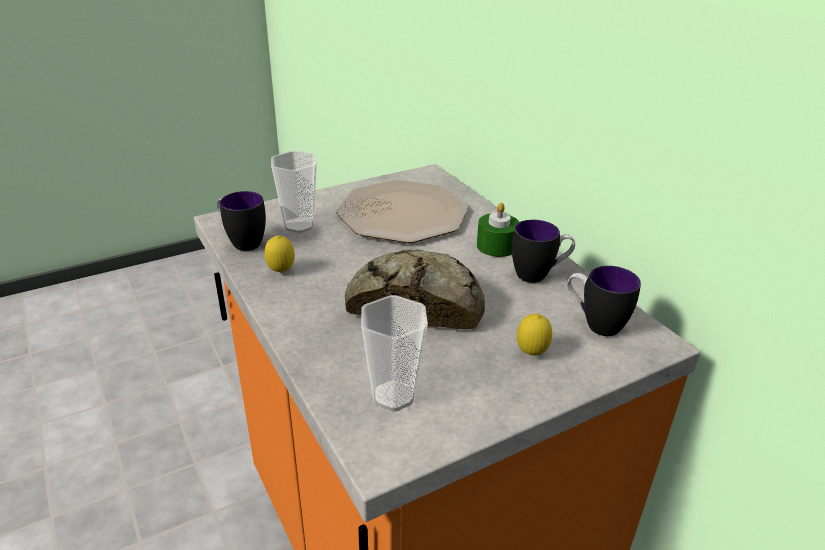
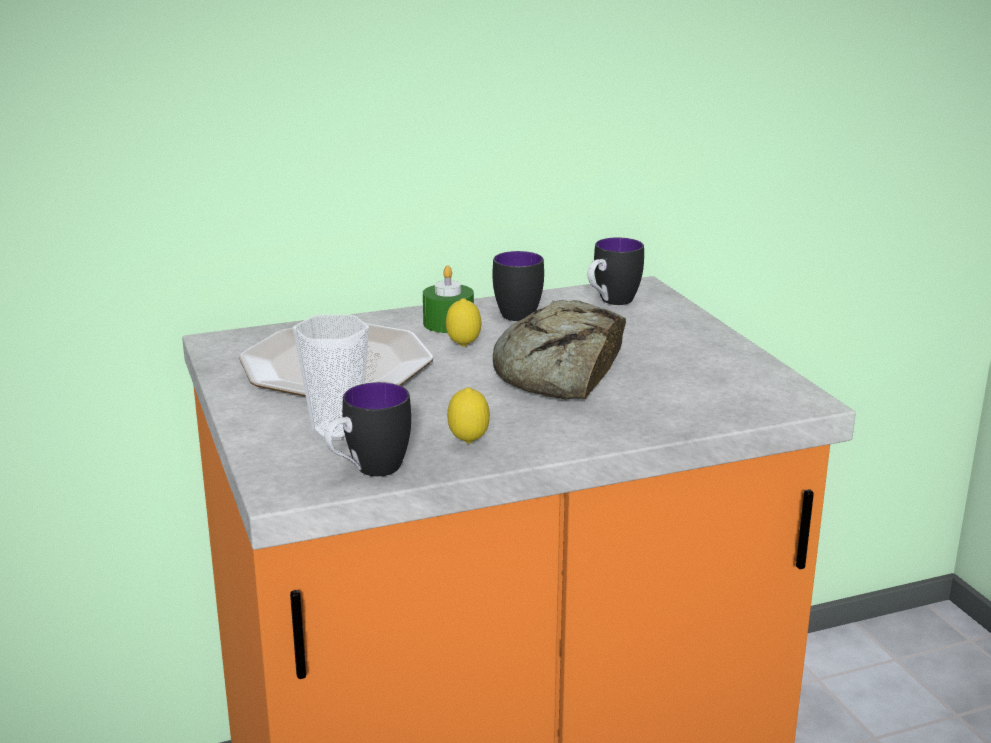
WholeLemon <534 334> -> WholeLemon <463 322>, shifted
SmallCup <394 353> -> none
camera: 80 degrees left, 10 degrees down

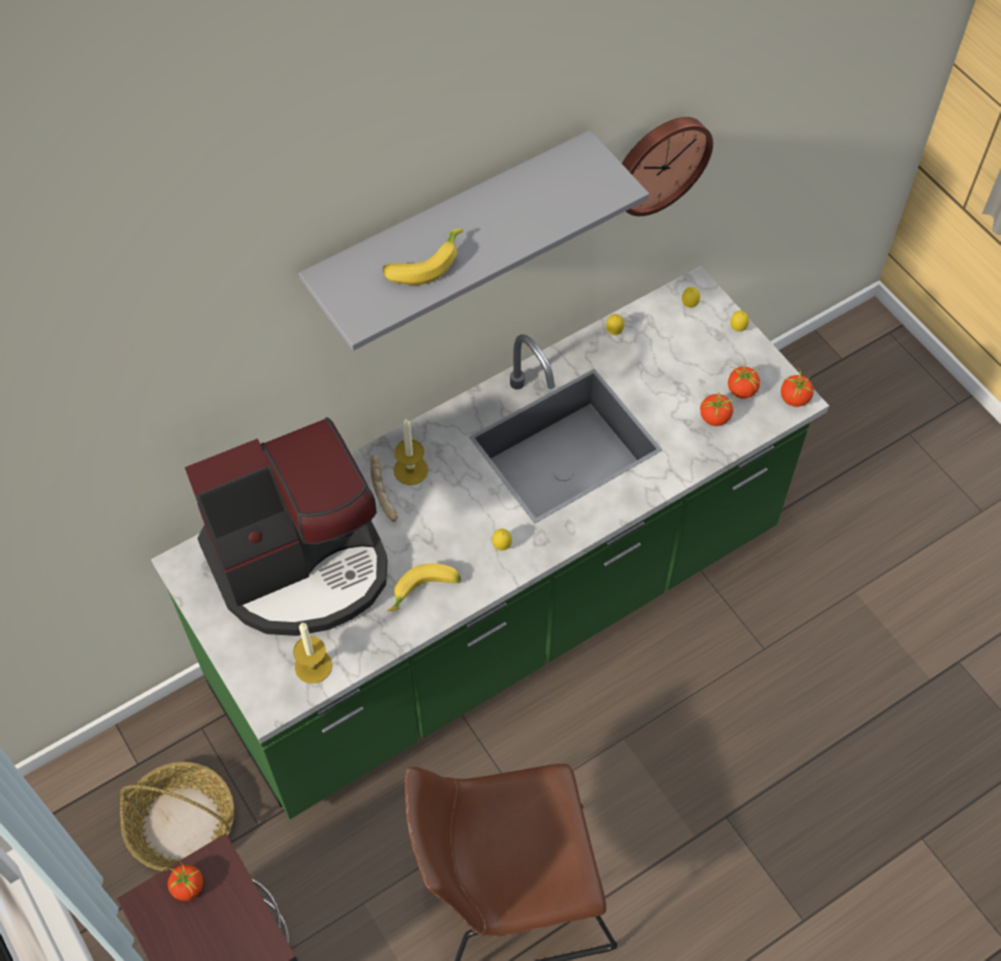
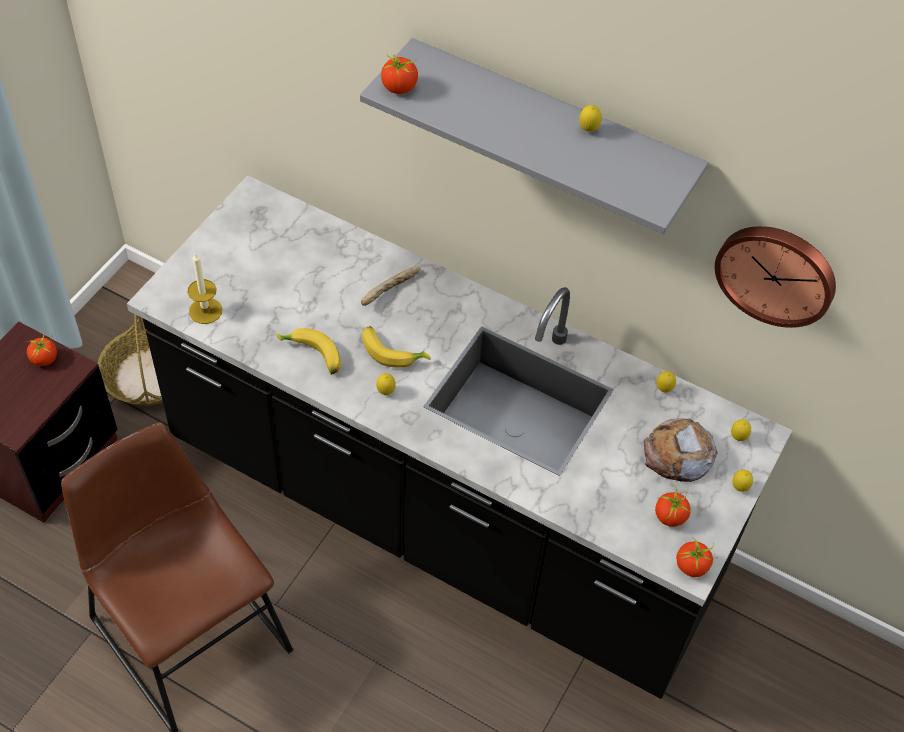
GreenishCounter <490 543> -> BlackColouredCounter <459 437>
BananaFruit <423 257> -> BananaFruit <396 347>, shifted
WholeTomato <718 408> -> WholeTomato <399 74>, shifted
none -> WholeLemon <590 118>
none -> Bread <681 450>
CoffeeBrewer <286 526> -> none
WaxLight <411 452> -> none
camera: 60 degrees right, 5 degrees down

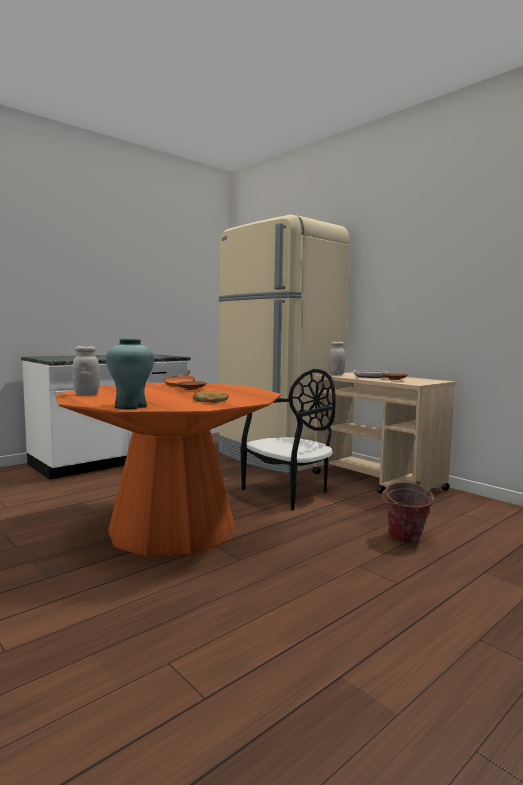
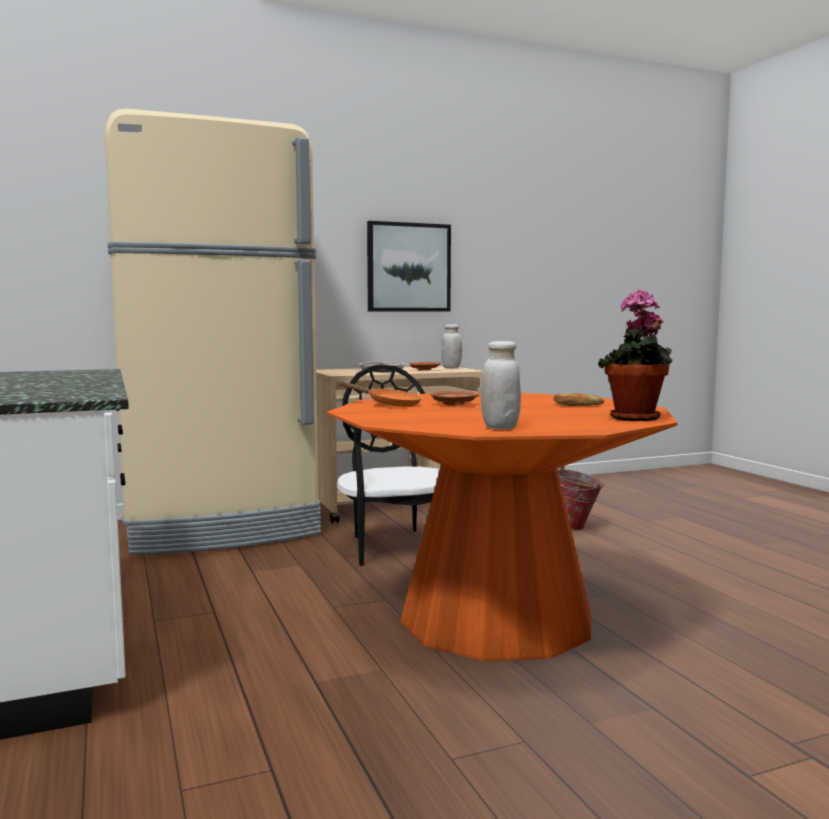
none -> WallPicture <409 266>
WhiteStorageJar <337 358> -> WhiteStorageJar <451 346>, shifted
TurquoiseColouredDecorativeVase <130 373> -> Houseplant <635 355>
camera: 70 degrees left, 0 degrees up

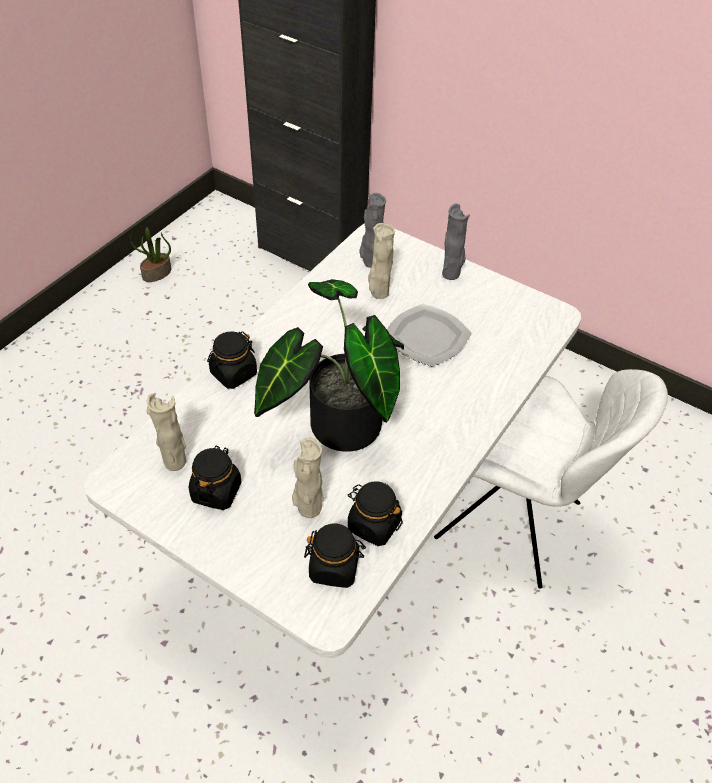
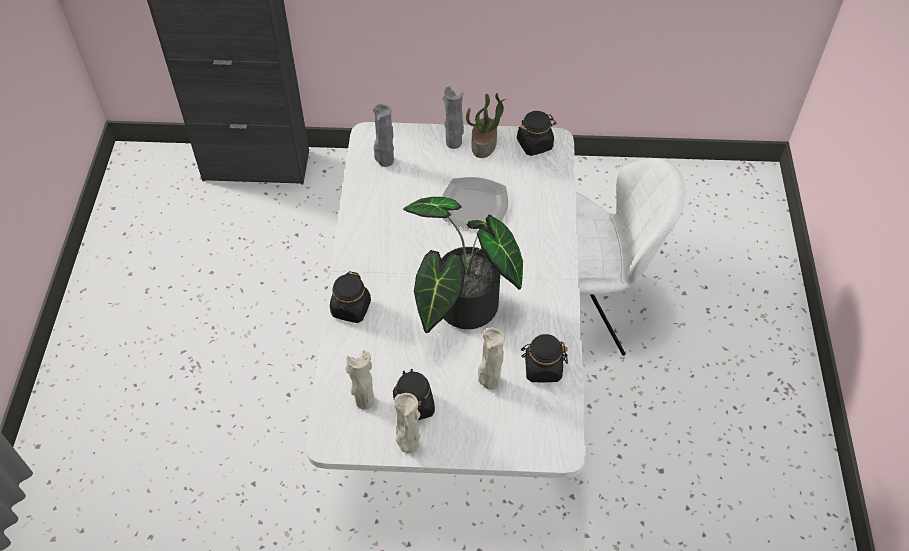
SandColouredDecorativeVase <381 261> -> SandColouredDecorativeVase <407 423>, shifted
Houseplant <150 254> -> Houseplant <486 125>, shifted
BlackColouredStorageJar <335 556> -> BlackColouredStorageJar <536 133>, shifted
camera: 30 degrees left, 5 degrees up

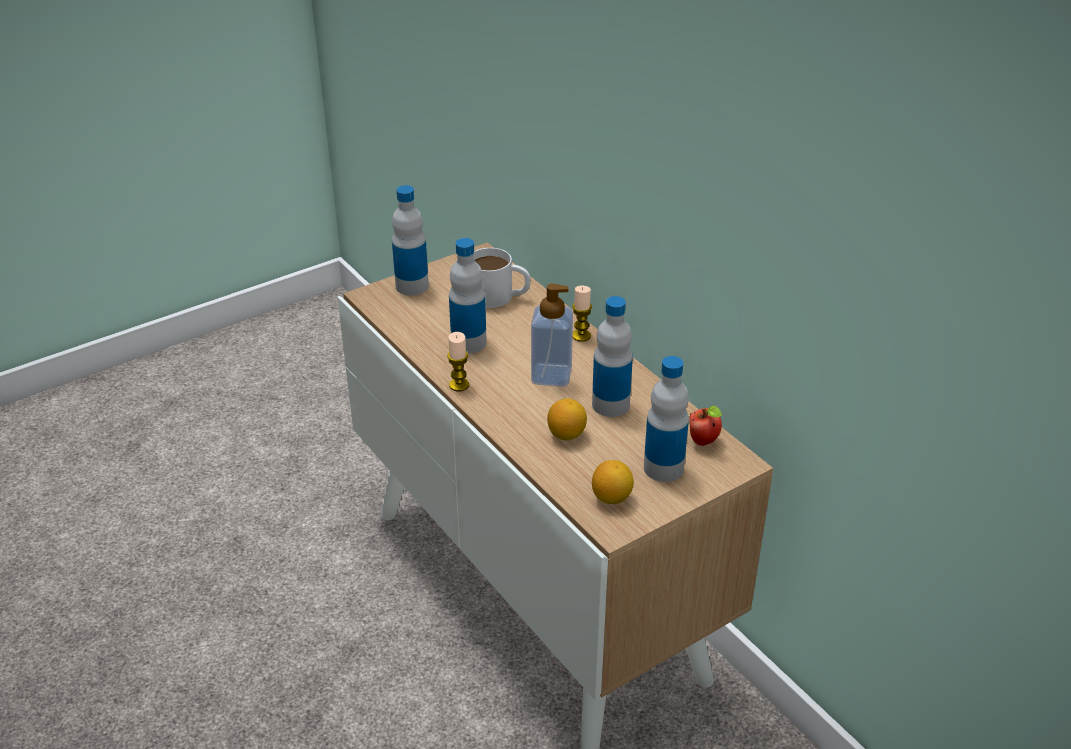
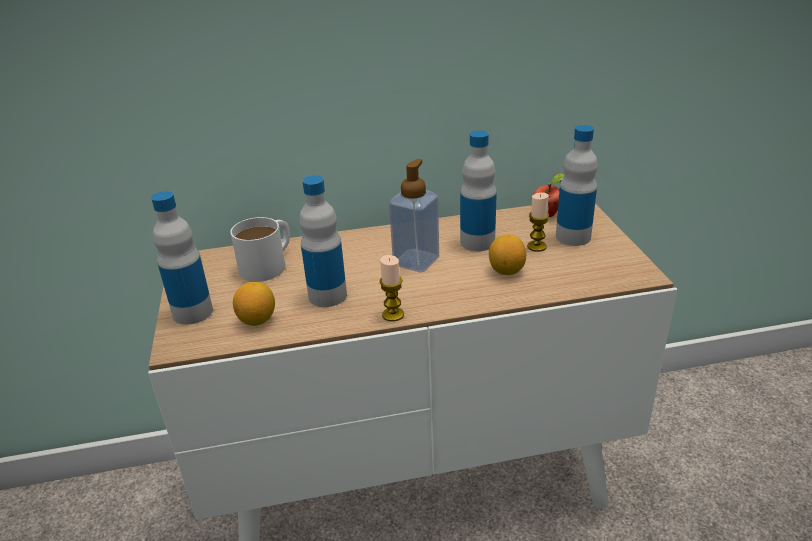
WholeLemon <613 482> -> WholeLemon <254 304>, shifted
WaxLight <582 314> -> WaxLight <538 222>, shifted
camera: 65 degrees left, 5 degrees down

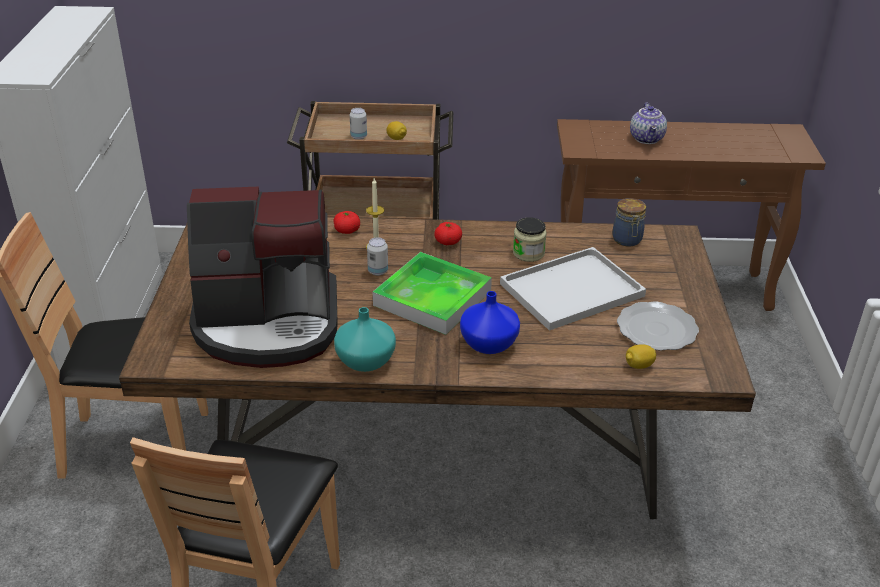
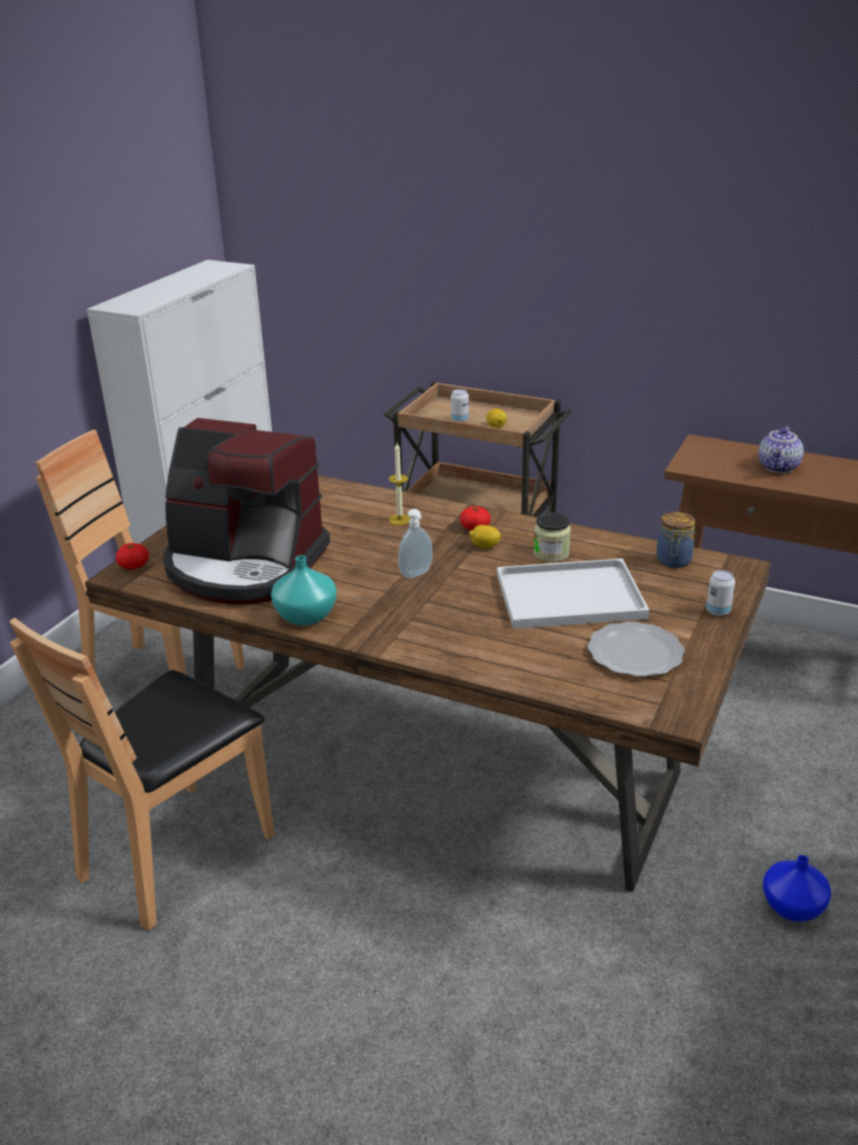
WholeTomato <346 222> -> WholeTomato <132 556>, shifted
Tray <432 293> -> SoapBottle <415 543>
WholeLemon <641 356> -> WholeLemon <485 536>, shifted
Can <377 257> -> Can <720 593>, shifted
BlueColouredDecorativeVase <490 322> -> BlueColouredDecorativeVase <797 888>, shifted
camera: 25 degrees right, 5 degrees down

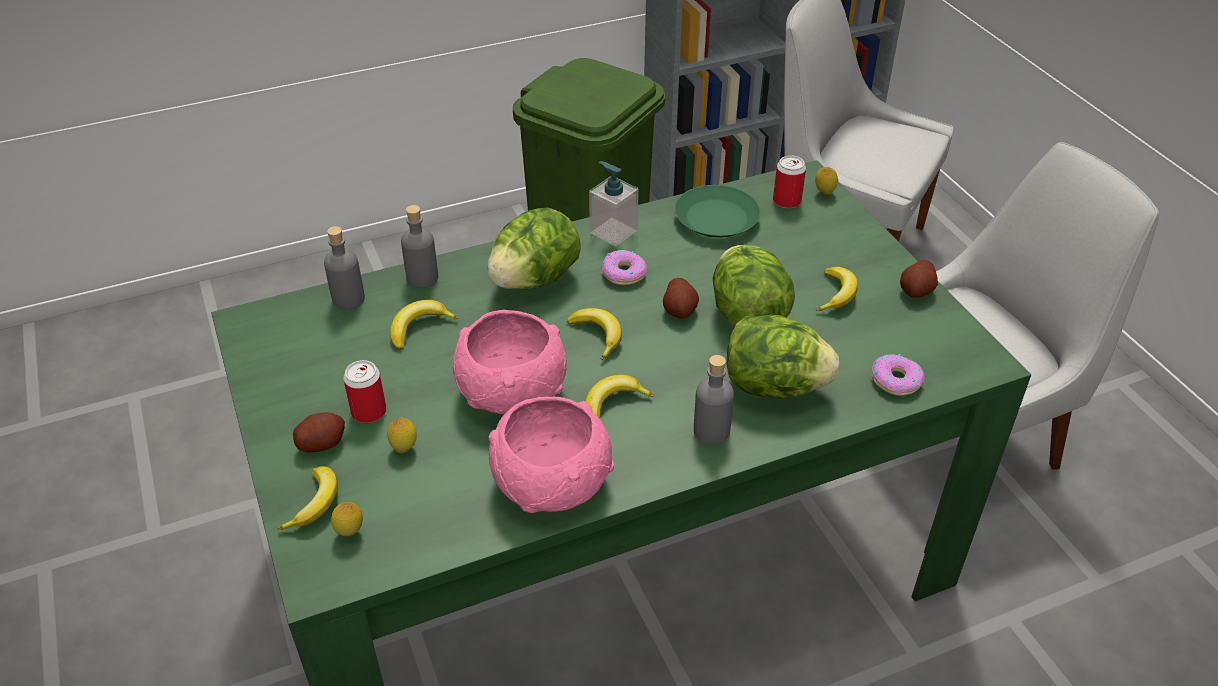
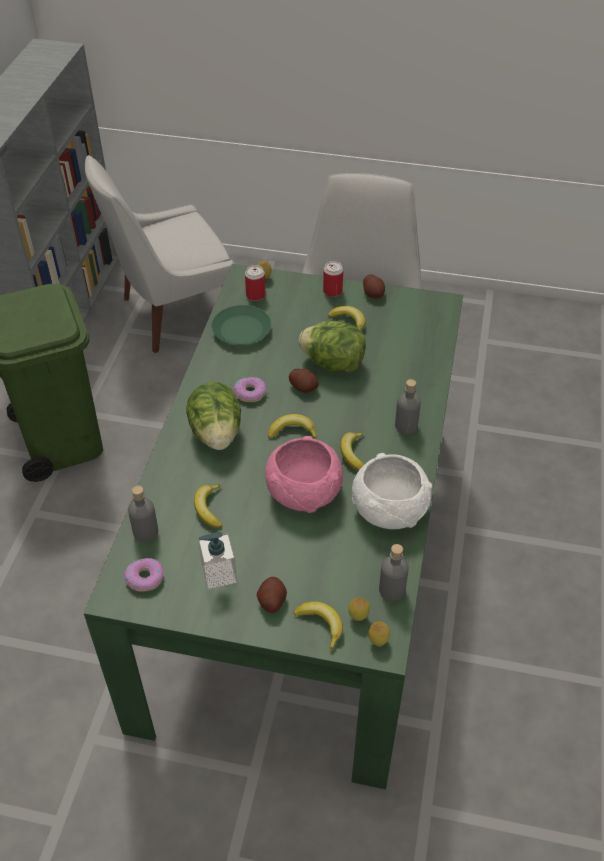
RingDoughnut <898 375> -> RingDoughnut <143 575>, shifted
SoapBottle <614 203> -> SoapBottle <217 560>, shifted
Can <364 391> -> Can <333 279>, shifted
PinkColouredDeepDish <551 455> -> WhiteDeepDish <392 491>
WholeLemon <402 435> -> WholeLemon <379 634>, shifted
GrayBottle <419 246> -> GrayBottle <394 572>, shifted
LettuceHead <783 356> -> none
camera: 55 degrees left, 5 degrees up

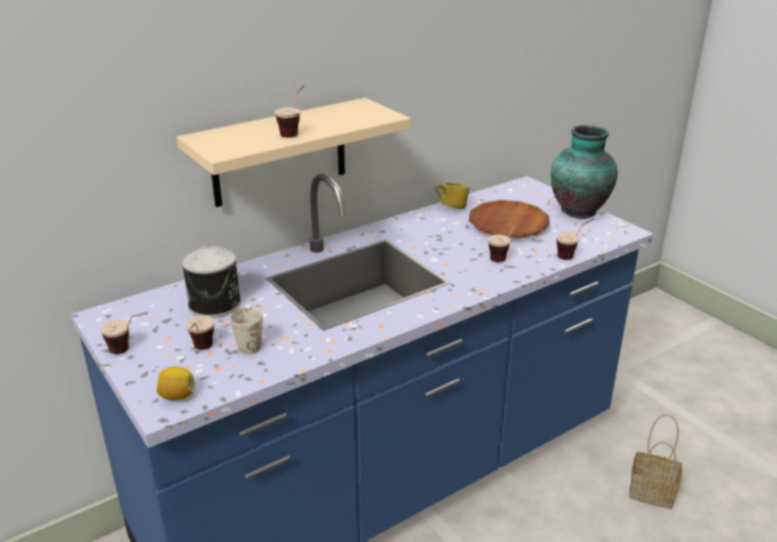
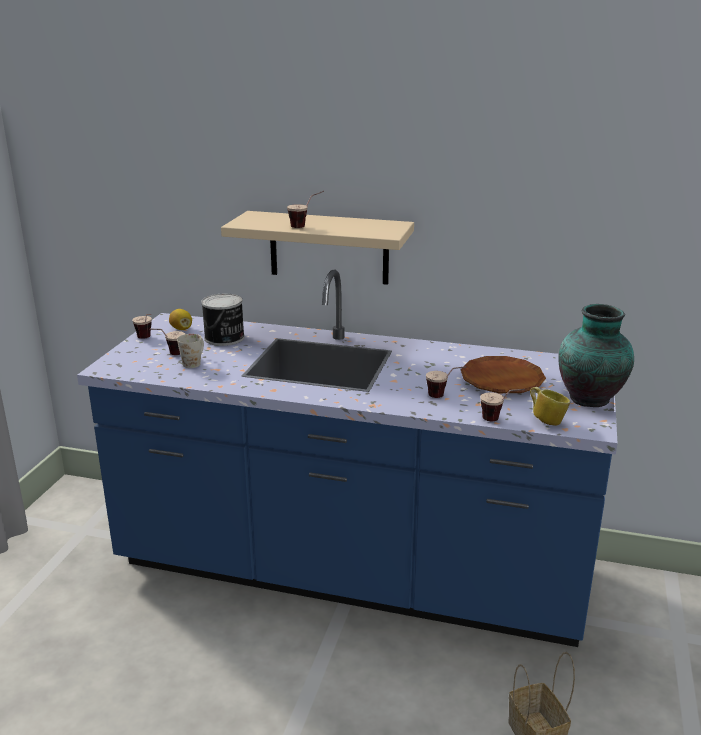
WholeLemon <176 383> -> WholeLemon <180 319>, shifted
Mug <452 196> -> Mug <550 406>, shifted
camera: 50 degrees right, 5 degrees down

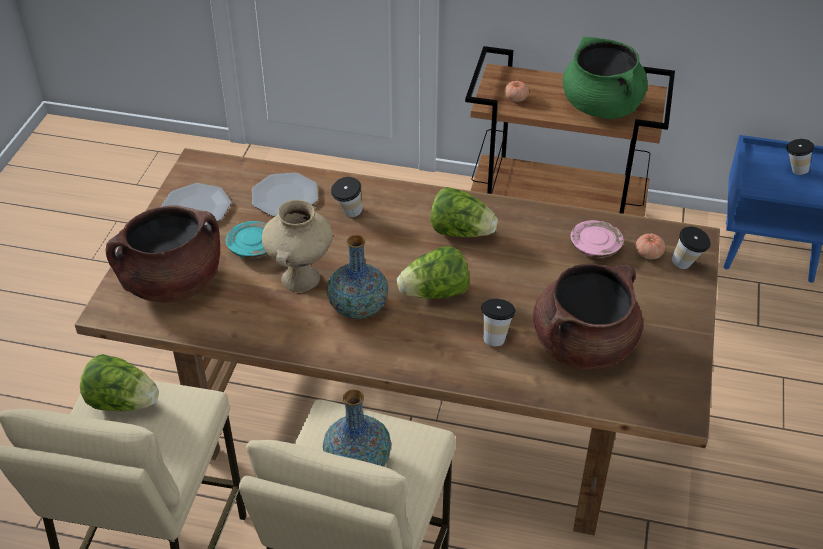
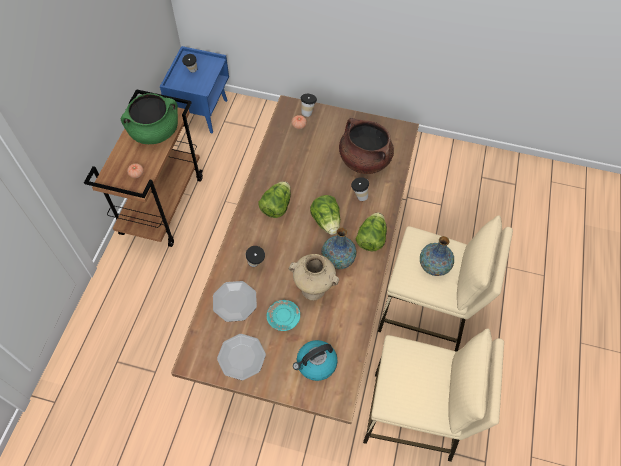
BrownishCookingPot <162 254> -> TeaKettle <315 360>
LettuceHead <119 382> -> LettuceHead <371 232>, shifted
PinkColouredDinnerPlate <597 239> -> none
camera: 90 degrees left, 15 degrees up

